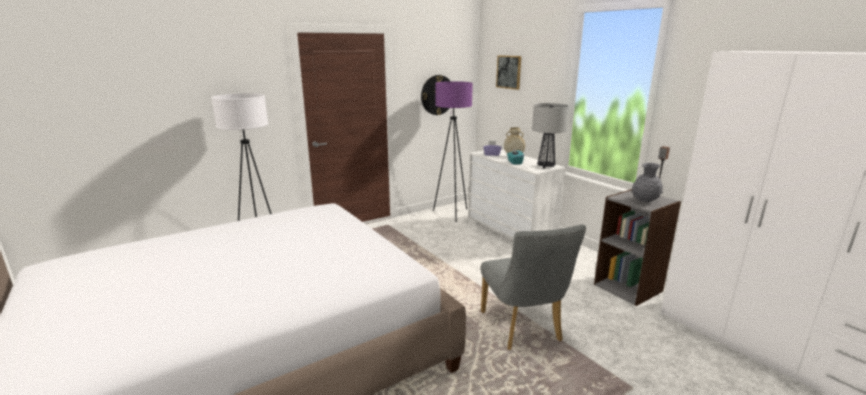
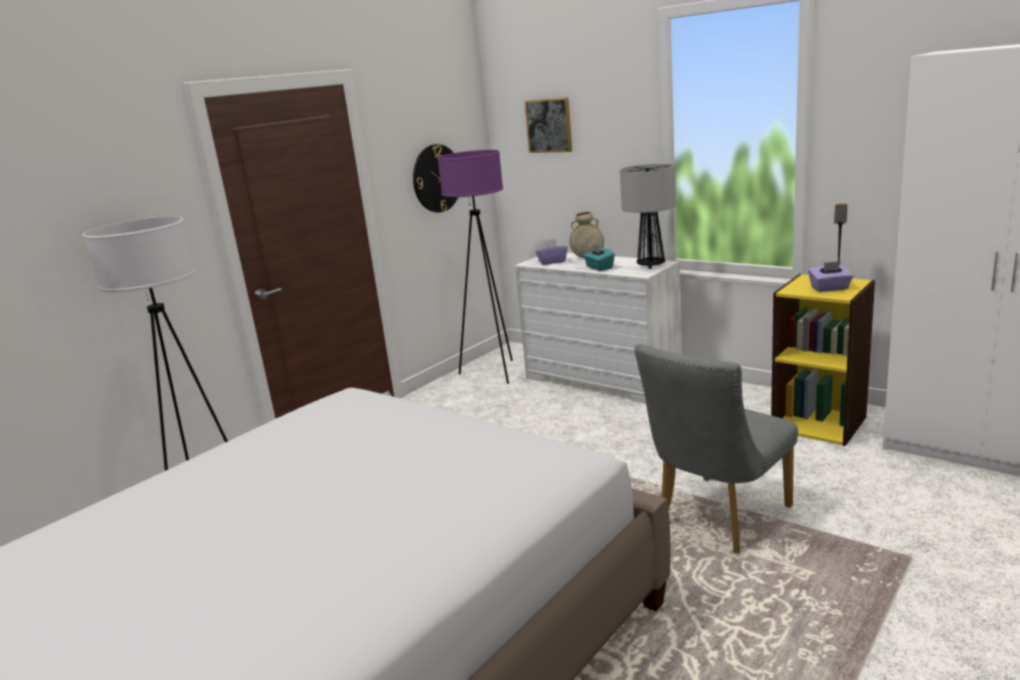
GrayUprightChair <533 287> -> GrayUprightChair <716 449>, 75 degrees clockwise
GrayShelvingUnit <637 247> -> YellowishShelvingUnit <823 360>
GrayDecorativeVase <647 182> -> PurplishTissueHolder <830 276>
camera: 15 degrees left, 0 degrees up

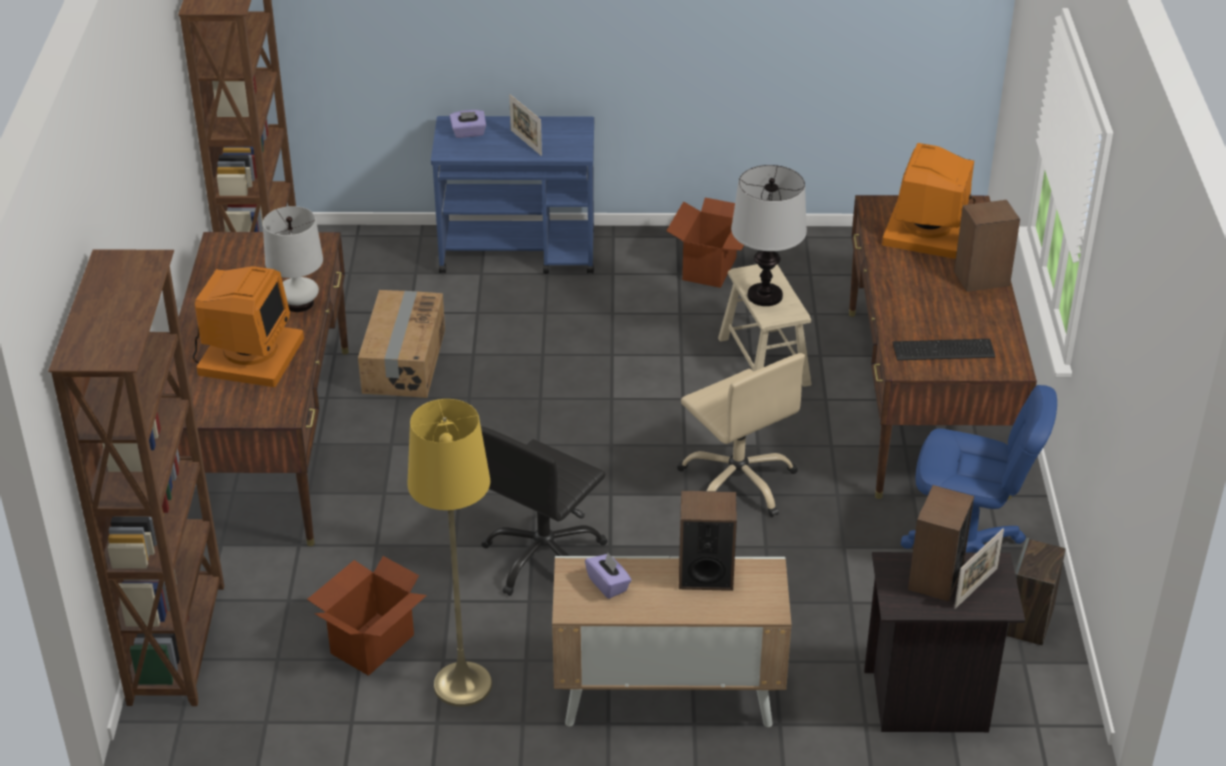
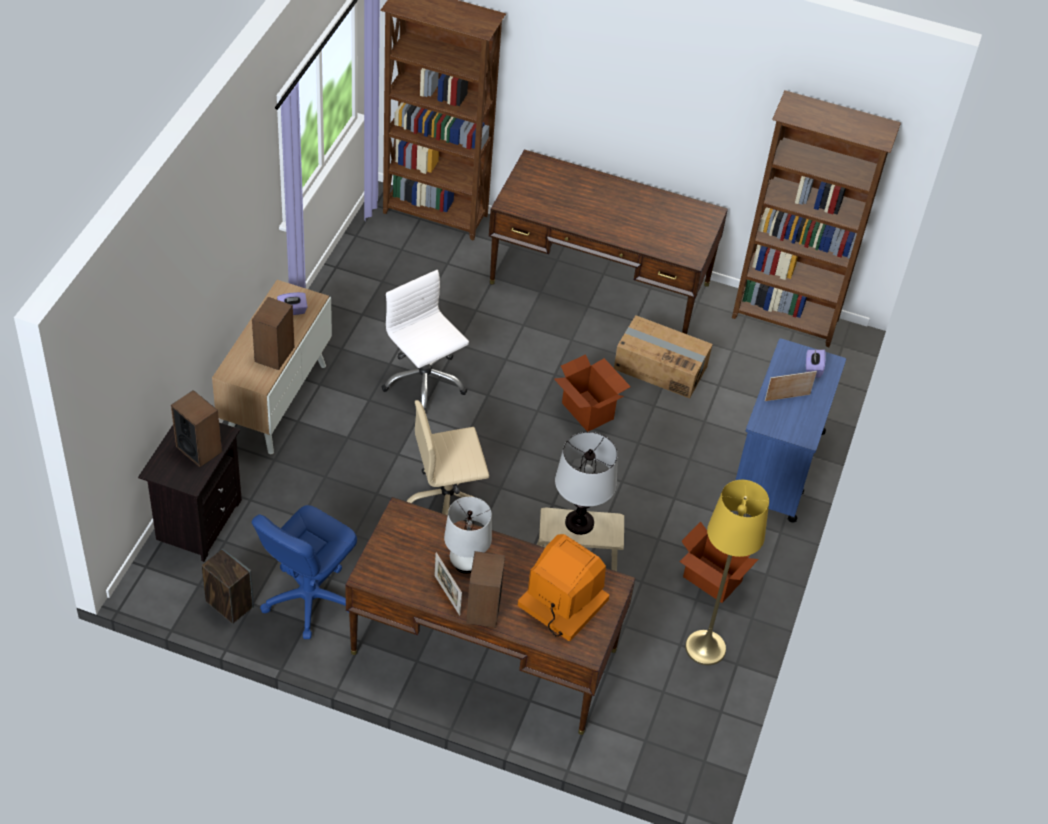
BlackColouredComputerChair <544 511> -> WhiteComputerChair <425 341>
PhotoFrame <979 568> -> PhotoFrame <448 583>, shifted
WhiteTabletopLamp <293 259> -> WhiteTabletopLamp <468 535>, shifted
PackingBox <367 616> -> PackingBox <592 393>, shifted
YellowishStandardLamp <449 553> -> YellowishStandardLamp <727 572>, shifted
ComputerScreen <248 326> -> none
Keyboard <943 349> -> none
camera: 105 degrees right, 10 degrees up

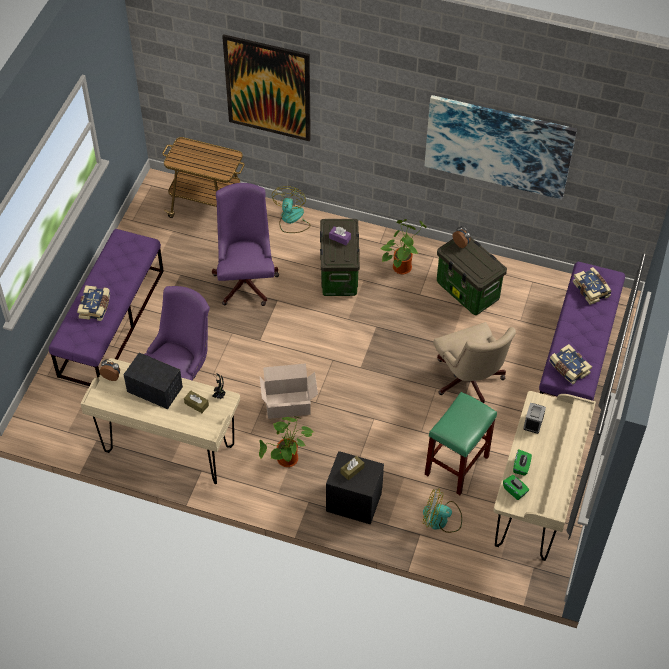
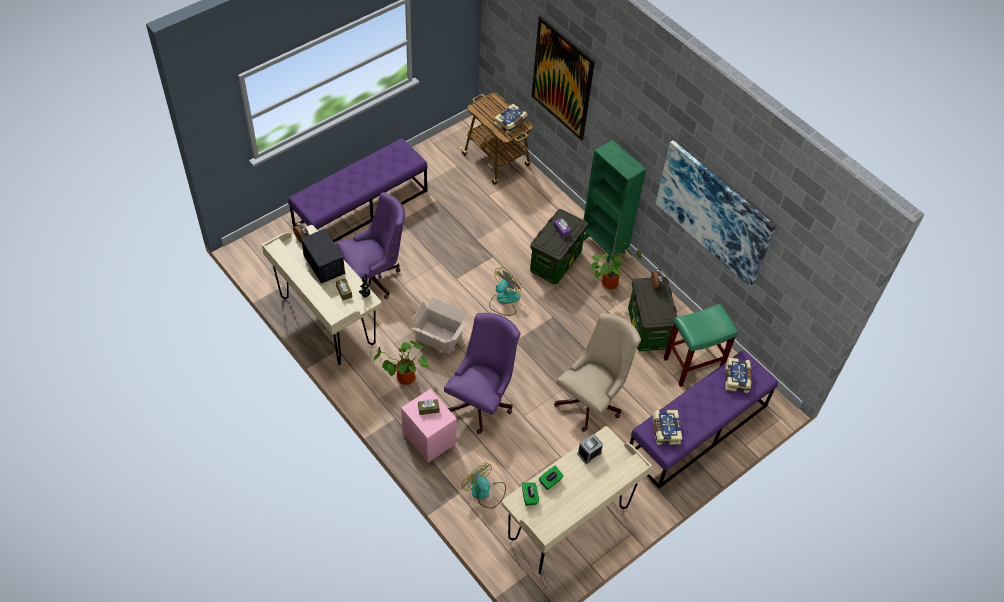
BlackColouredNightstand <355 487> -> PinkColouredNightstand <429 426>
PurplishComputerChair <245 244> -> PurplishComputerChair <482 373>, shifted
Fan <291 209> -> Fan <505 291>, shifted
Book <93 303> -> Book <511 119>, shifted
SandColouredComputerChair <475 362> -> SandColouredComputerChair <597 372>, 150 degrees counterclockwise
none -> GreenishShelvingUnit <614 201>
GreenishStoolSeat <461 443> -> GreenishStoolSeat <701 345>, shifted
camera: 30 degrees right, 0 degrees up

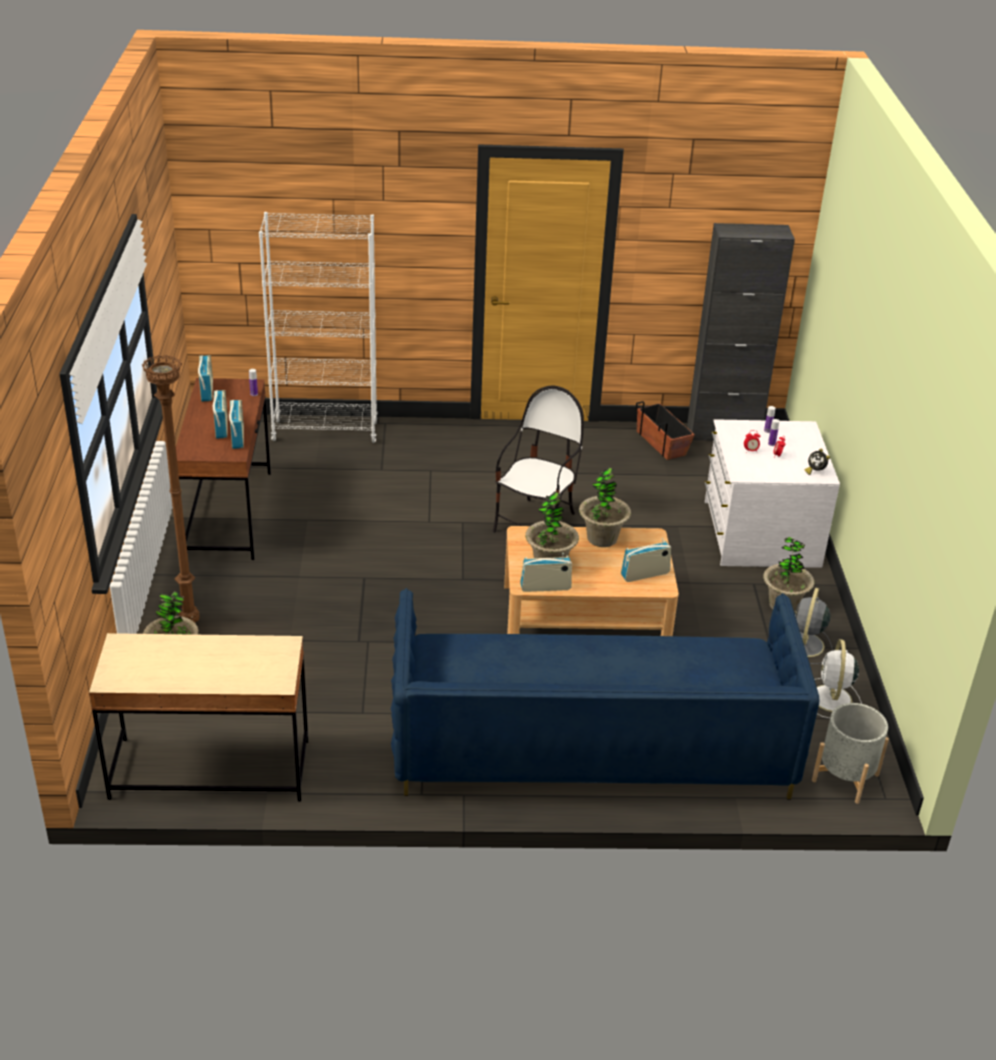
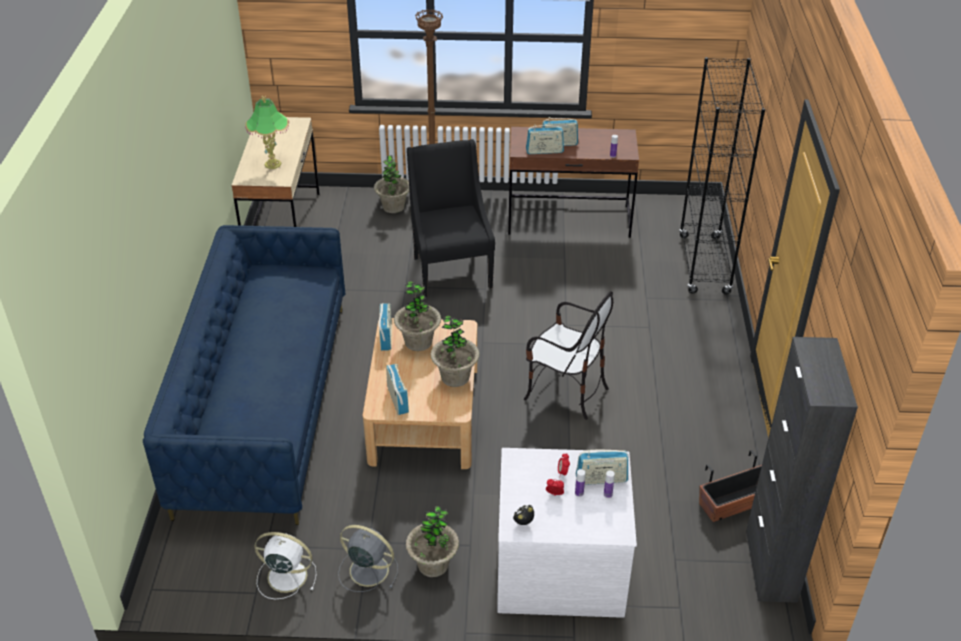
none -> TabletopLamp <267 132>
none -> BlackColouredArmchair <451 218>
RadioReceiver <205 378> -> RadioReceiver <602 467>, shifted
WhiteShelvingUnit <318 327> -> BlackColouredShelvingUnit <722 175>
GrayFlowerPot <850 753> -> none
camera: 95 degrees right, 5 degrees up

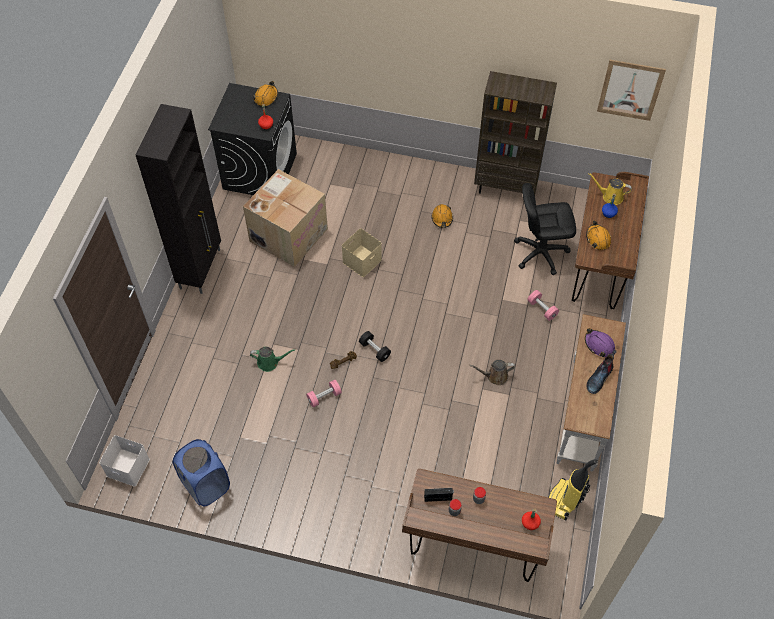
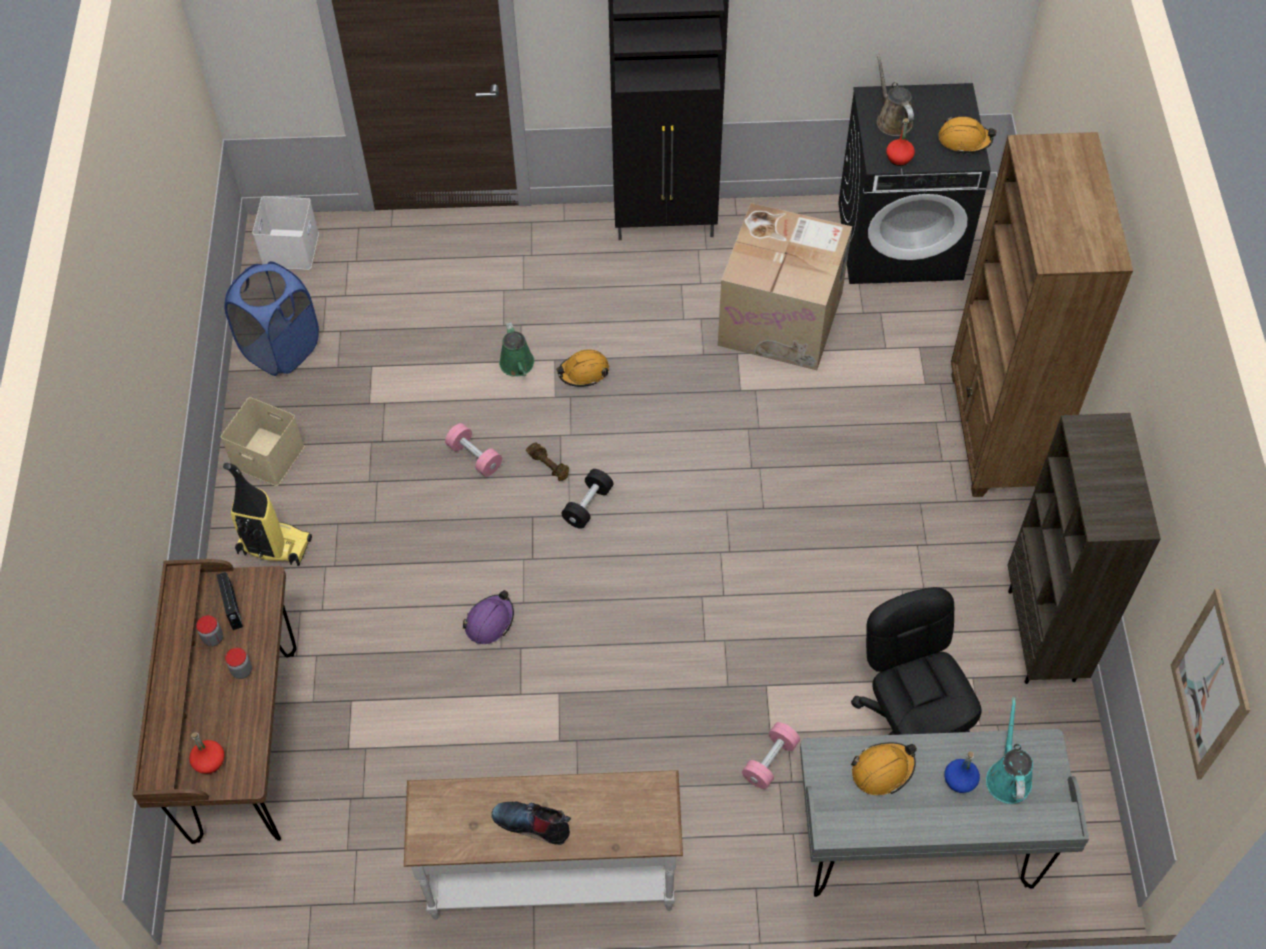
SandColouredStorageContainer <362 252> -> SandColouredStorageContainer <263 441>, shifted
VacuumCleaner <573 489> -> VacuumCleaner <267 514>, shifted
PurplishHardHat <600 342> -> PurplishHardHat <488 617>, shifted
OrangeHardHat <442 216> -> OrangeHardHat <582 368>, shifted
BrownishDeskUnit <610 240> -> GrayDeskUnit <944 813>
BrownishWateringPot <492 372> -> BrownishWateringPot <895 95>, shifted
none -> BrownishShelvingUnit <1042 314>
YellowishWateringPot <610 189> -> TurquoiseColouredWateringPot <1009 751>
camera: 75 degrees right, 0 degrees up

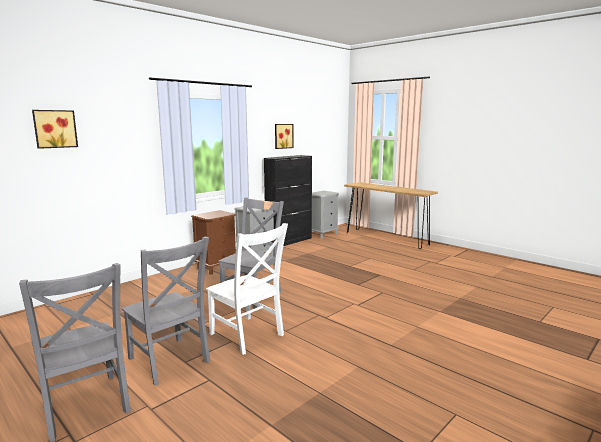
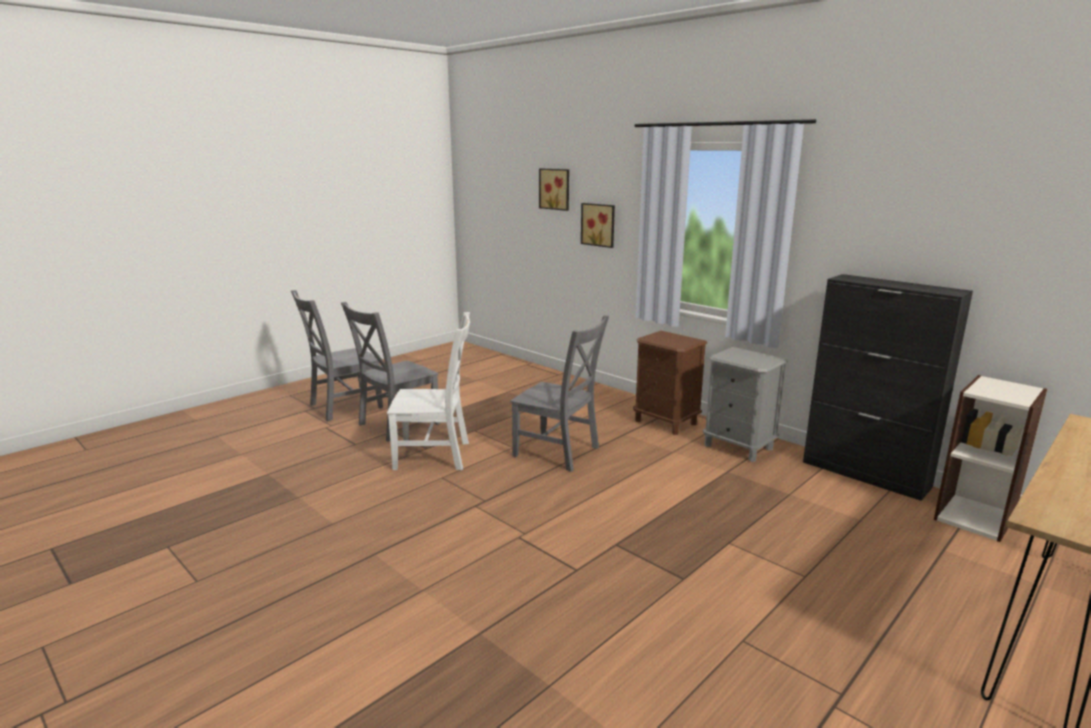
WhiteUprightChair <247 289> -> WhiteUprightChair <428 391>, 135 degrees counterclockwise
WallPicture <284 136> -> WallPicture <598 225>, shifted
GrayNightstand <325 215> -> ShelvingUnit <990 458>
camera: 90 degrees right, 5 degrees up

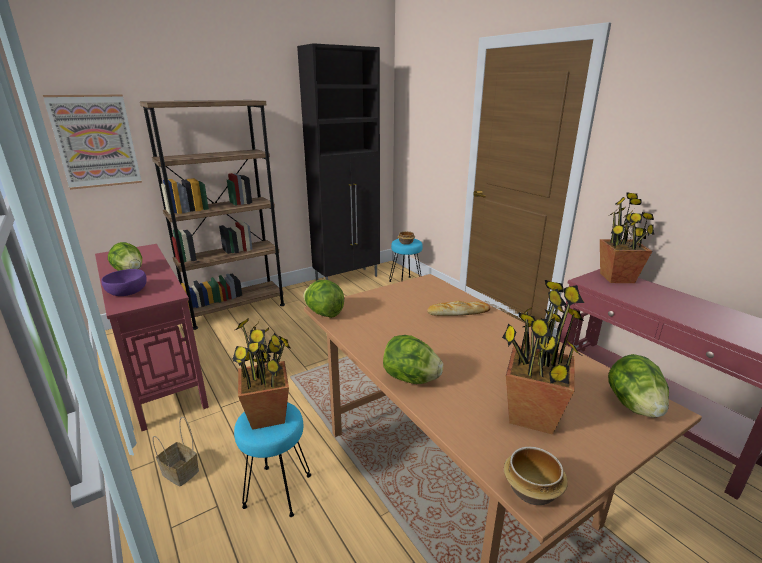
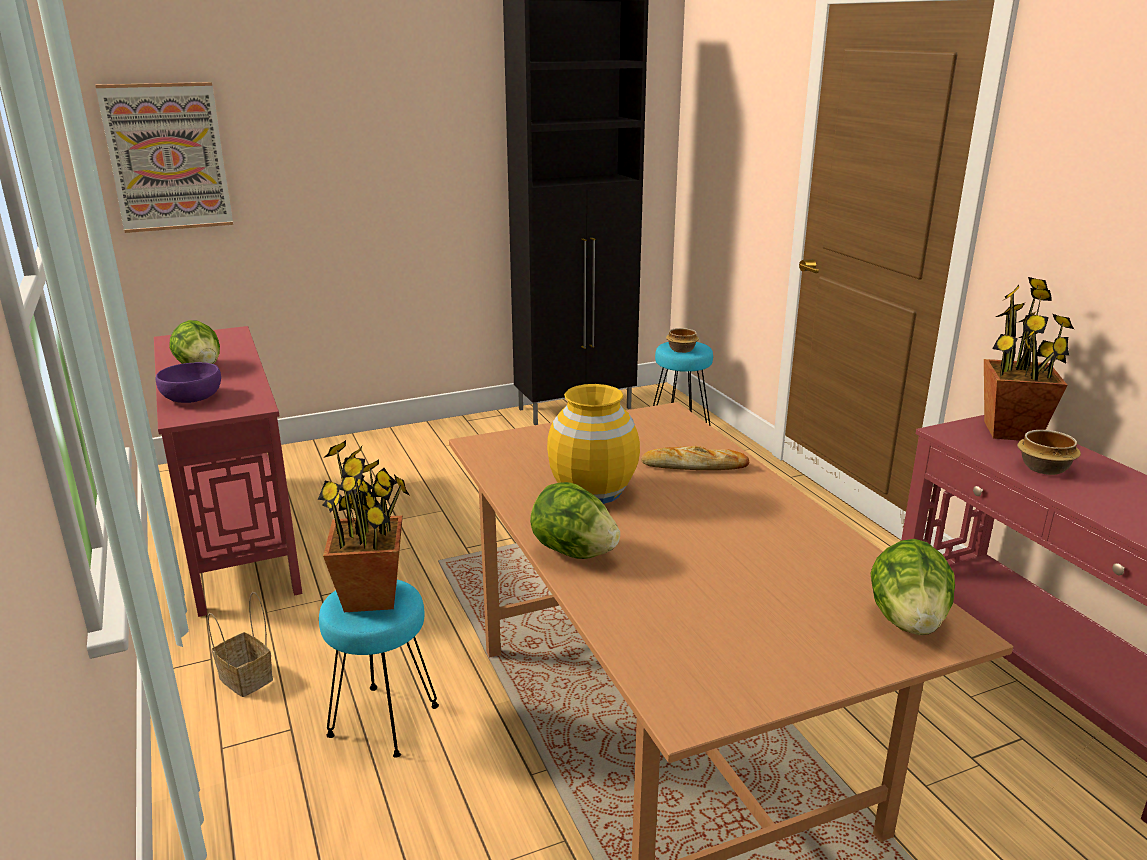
none -> YellowishDecorativeVase <593 444>
DeepDish <536 476> -> DeepDish <1049 452>, shifted
BrownishShelvingUnit <212 215> -> none
LettuceHead <323 299> -> none
Houseplant <543 357> -> none
camera: 10 degrees right, 0 degrees up

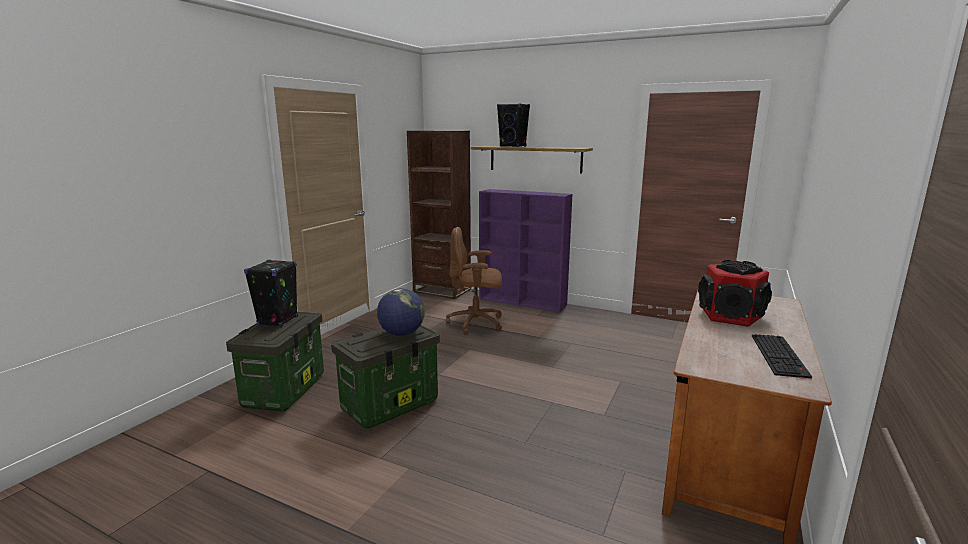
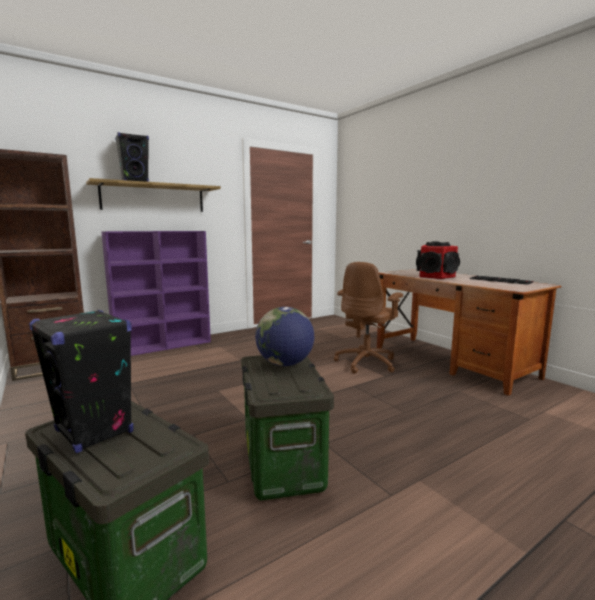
BrownishComputerChair <474 281> -> BrownishComputerChair <368 318>, shifted
camera: 60 degrees left, 5 degrees down

